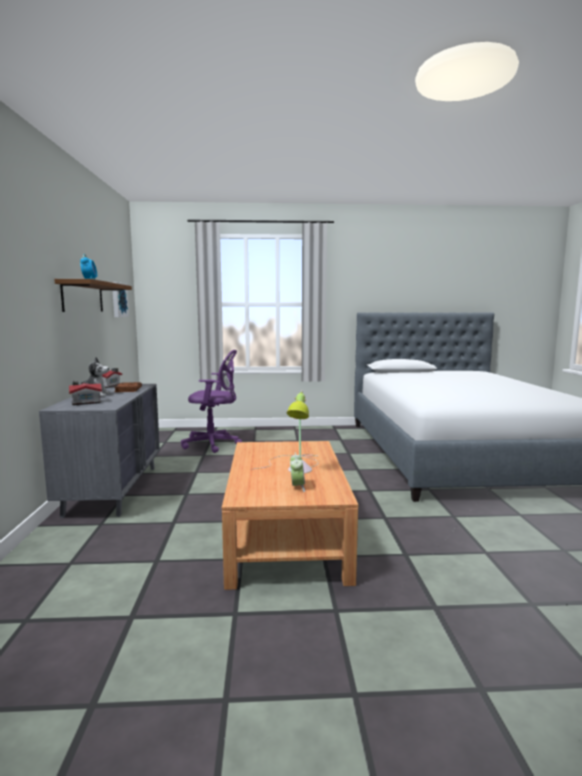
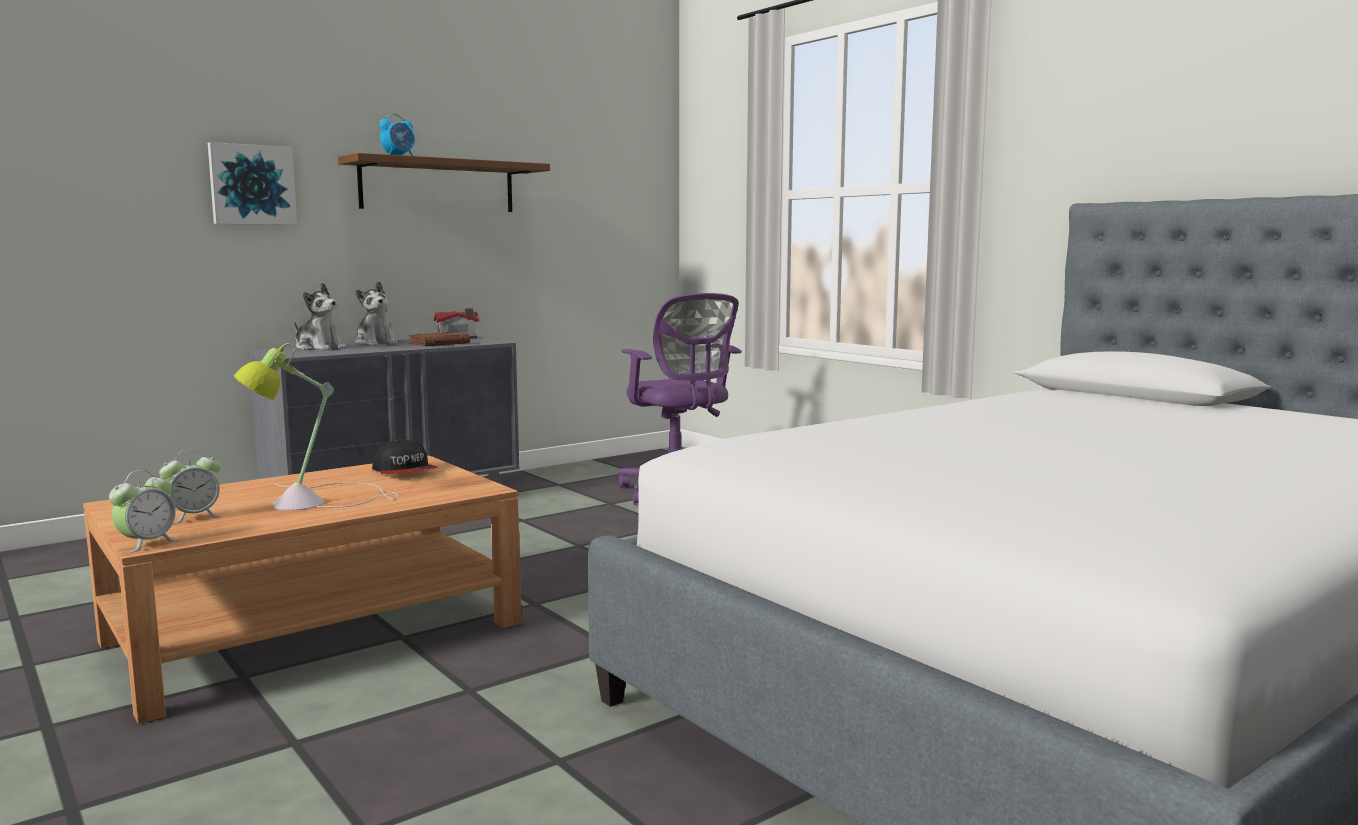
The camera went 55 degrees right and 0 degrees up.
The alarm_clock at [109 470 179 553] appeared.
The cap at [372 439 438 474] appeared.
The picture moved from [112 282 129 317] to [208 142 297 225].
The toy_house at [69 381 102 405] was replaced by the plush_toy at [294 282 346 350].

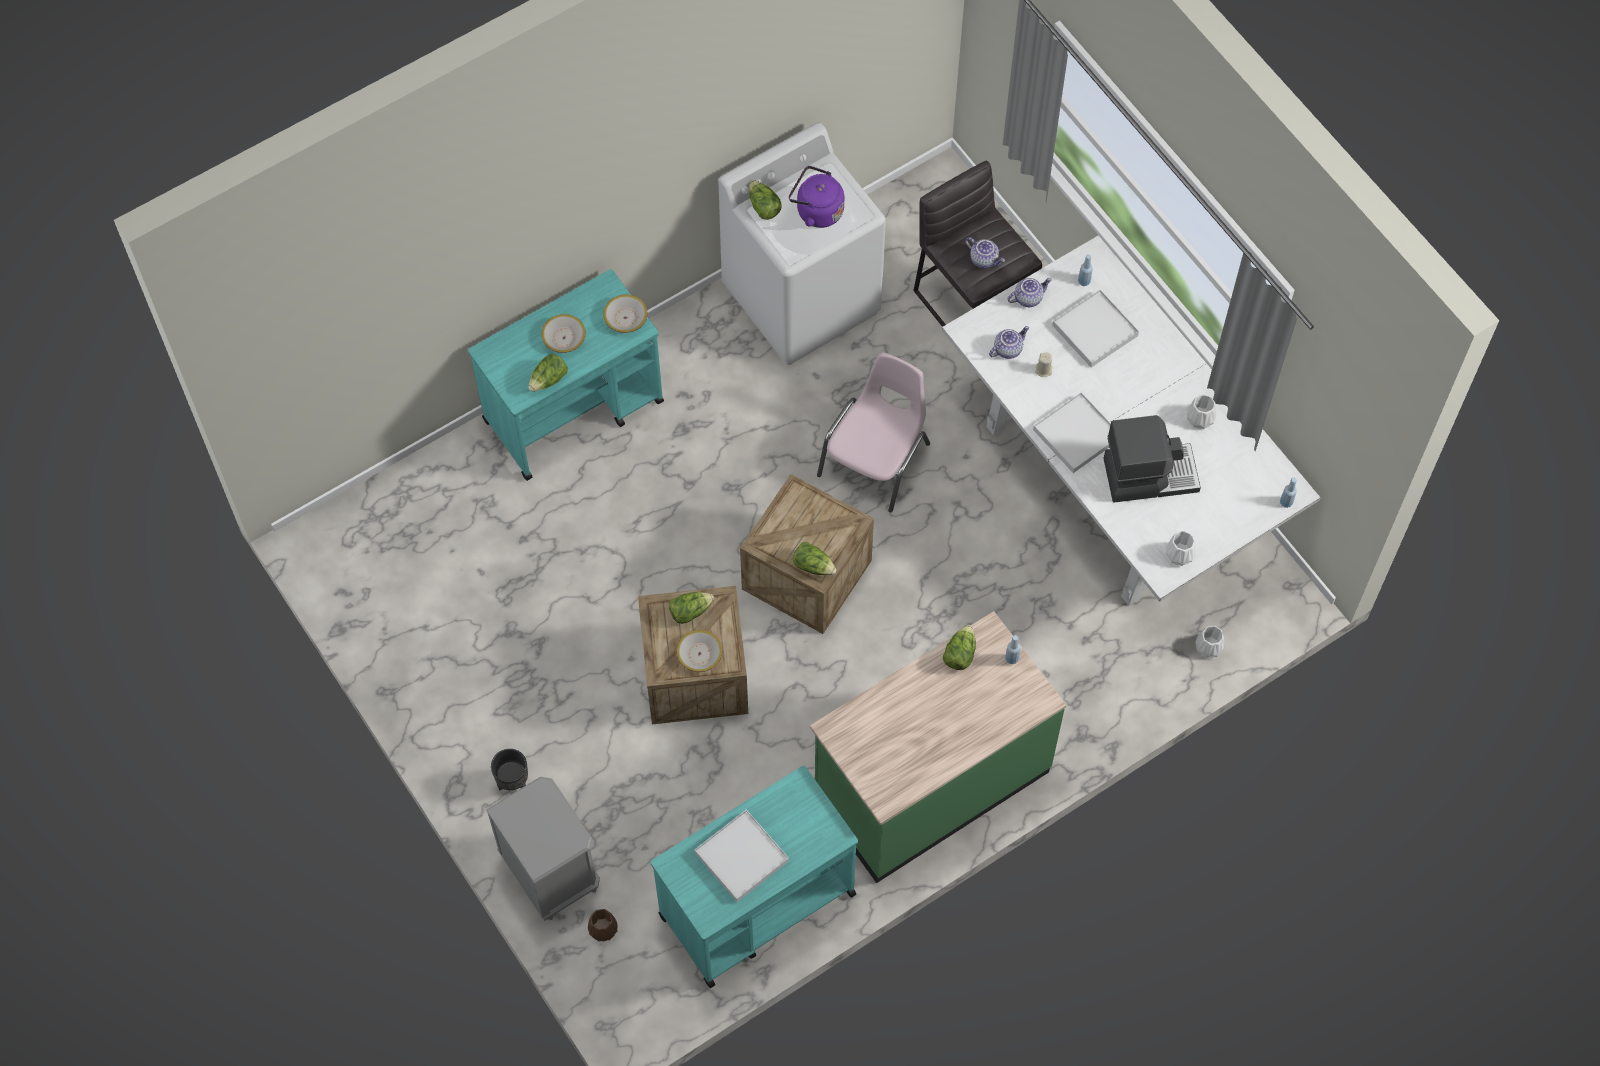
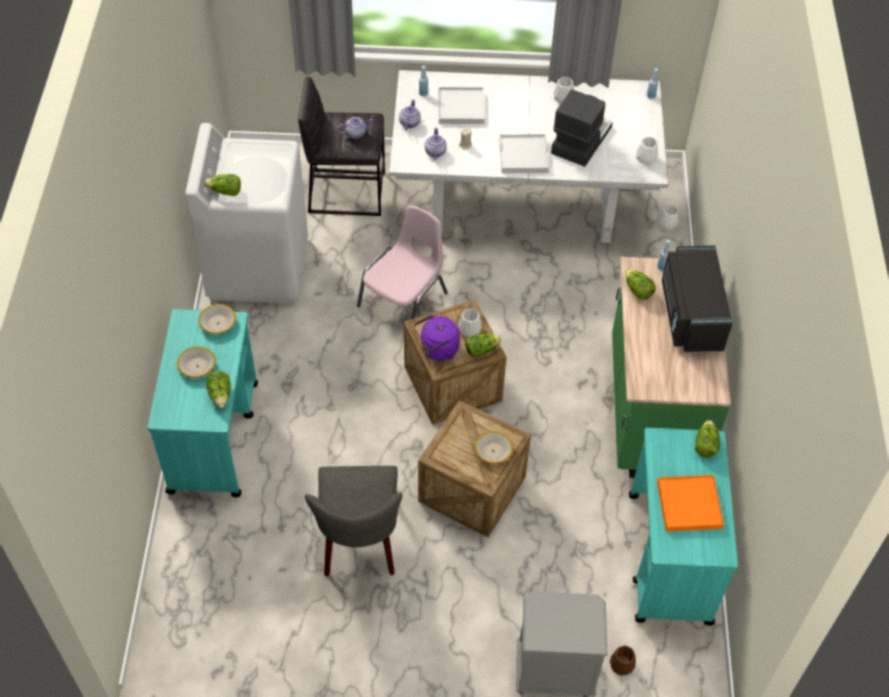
The camera went 55 degrees left and 10 degrees down.
The black_planter at [491 749 528 791] disappeared.
The grey_chair at [305 466 402 577] appeared.
The white_vase at [458 309 482 337] appeared.
The black_microwave at [662 246 732 353] appeared.
The lettuce moved from [669 592 714 624] to [695 420 720 457].
The purple_kettle moved from [789 166 844 228] to [414 315 460 361].
The white_tray at [695 809 789 902] became the orange_tray at [657 475 724 531].
The pink_chair at [817 352 930 512] turned 60 degrees clockwise.

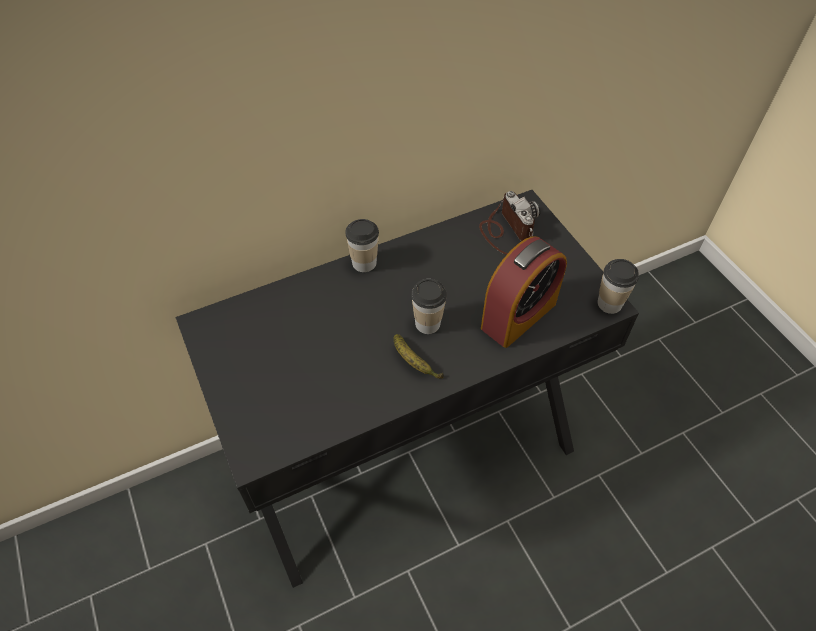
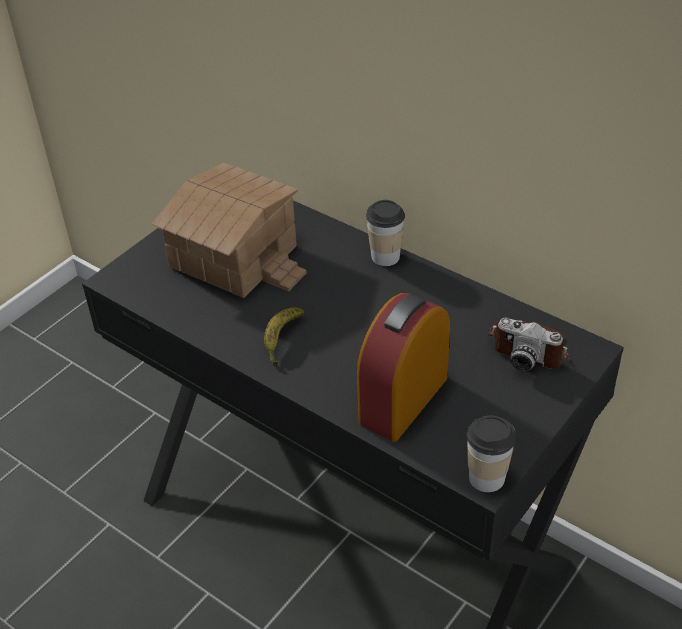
The camera went 65 degrees right and 10 degrees down.
The cup at [411 279 447 334] disappeared.
The toy_house at [152 163 307 298] appeared.
The photo_camera at [479 191 540 255] turned 75 degrees clockwise.
The alarm_clock at [481 236 567 348] turned 105 degrees clockwise.

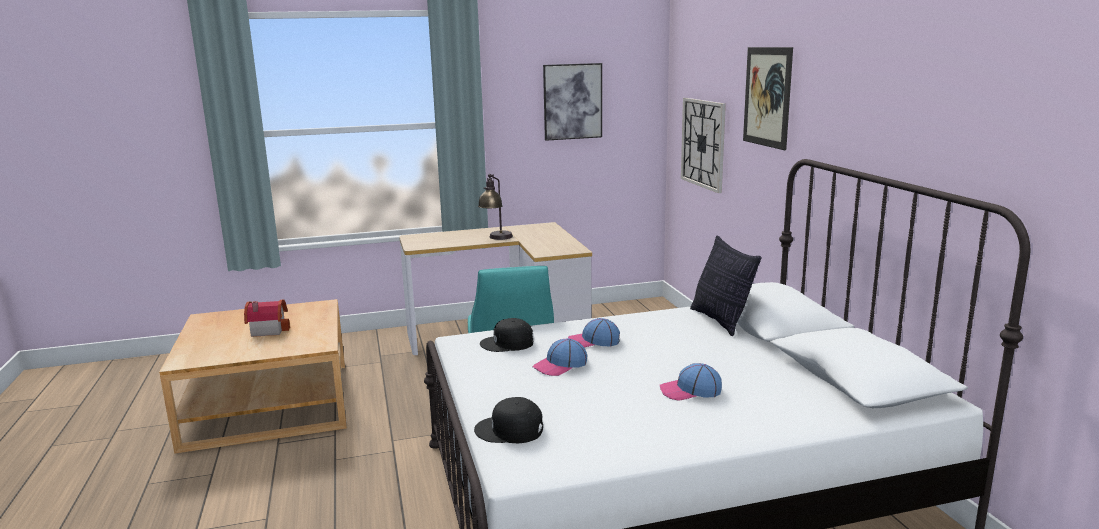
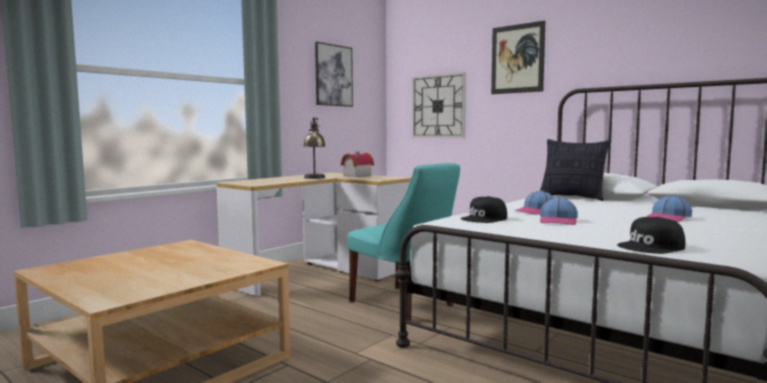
The camera went 35 degrees left and 10 degrees down.
The toy_house moved from [244 299 290 337] to [341 152 374 177].

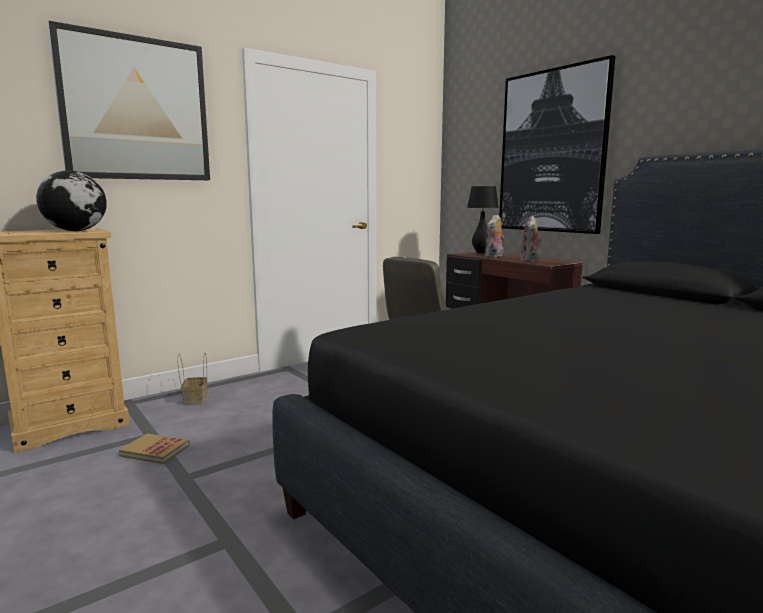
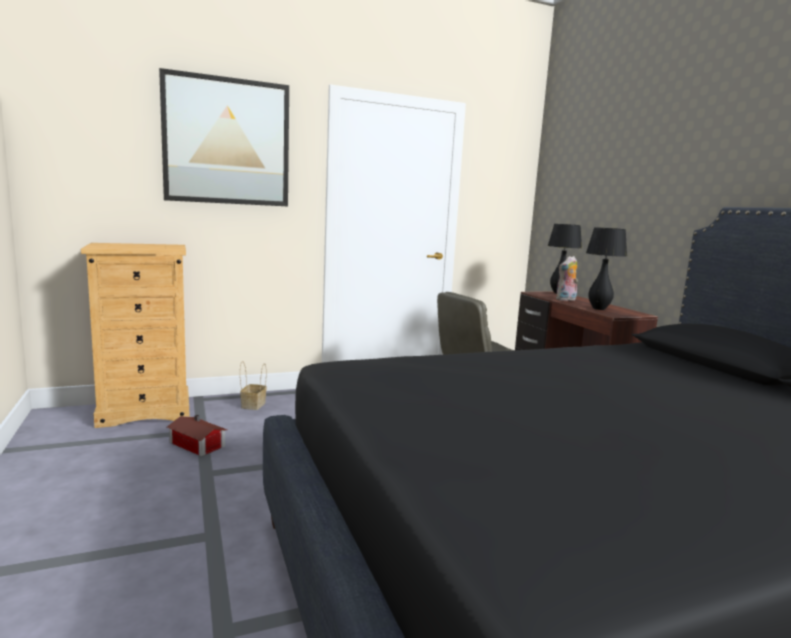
The camera went 15 degrees right and 0 degrees up.
The globe at [36 170 107 231] disappeared.
The picture at [499 55 615 234] disappeared.
The book at [119 433 189 464] was replaced by the toy_house at [167 415 227 457].
The plush_toy at [520 216 542 262] was replaced by the black_table_lamp at [586 227 627 310].

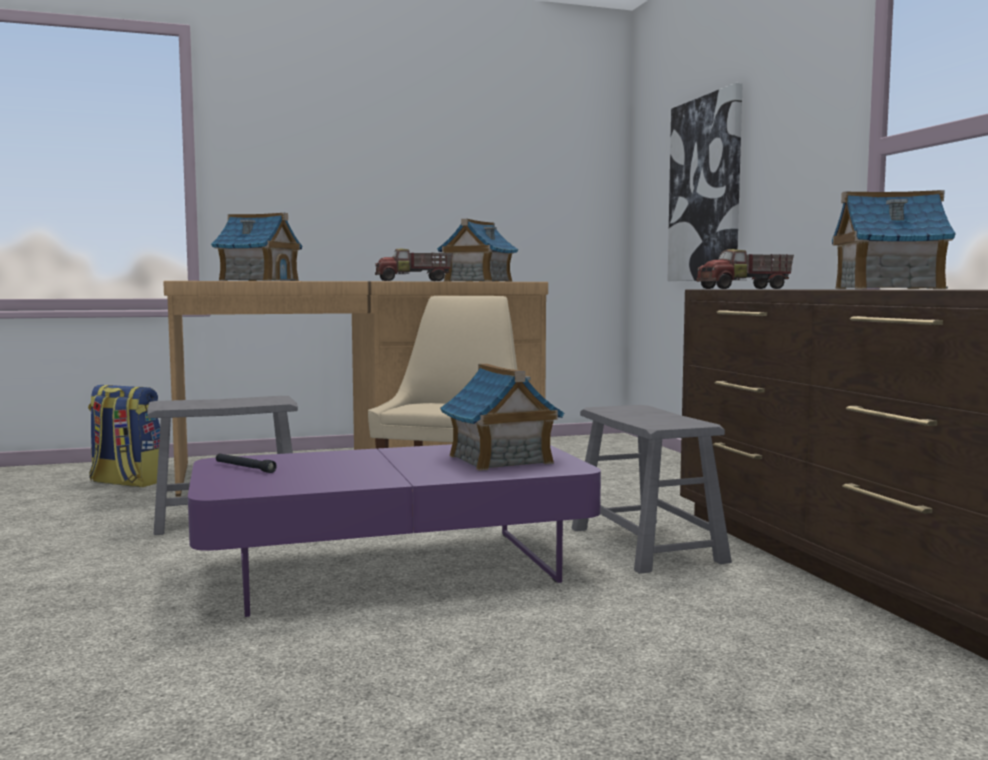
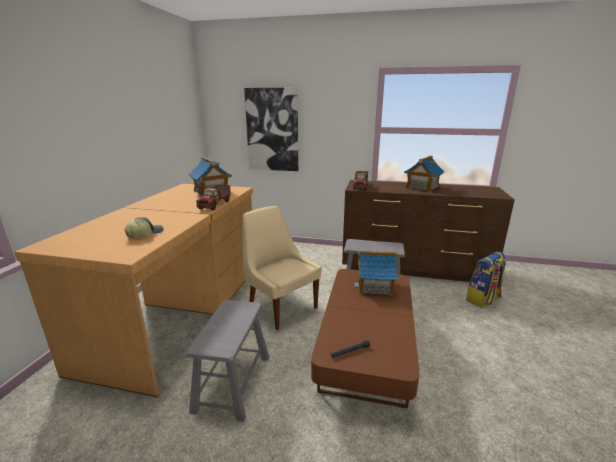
The camera went 60 degrees left and 15 degrees up.
The backpack moved from [88 385 160 487] to [466 251 506 308].
The toy_house at [211 213 302 281] was replaced by the cap at [124 217 164 239].
The purple_coffee_table at [188 444 601 617] became the brown_coffee_table at [311 269 420 408].

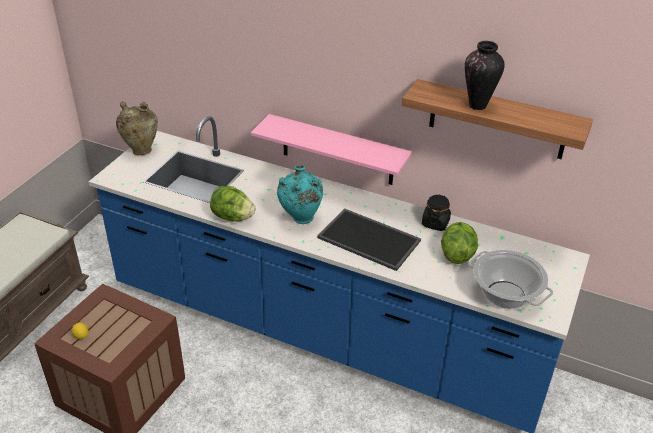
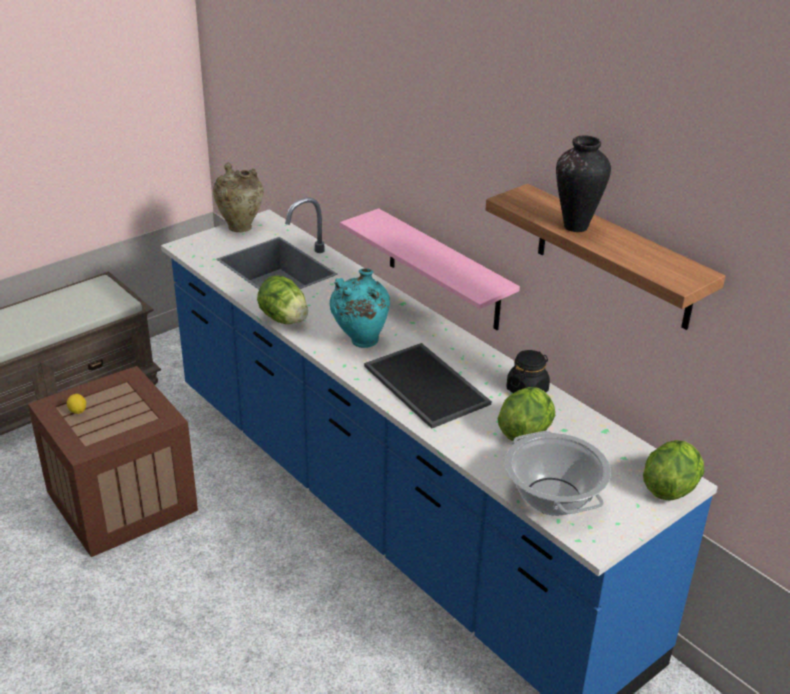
The camera went 25 degrees right and 5 degrees down.
The lettuce at [643 440 704 501] appeared.

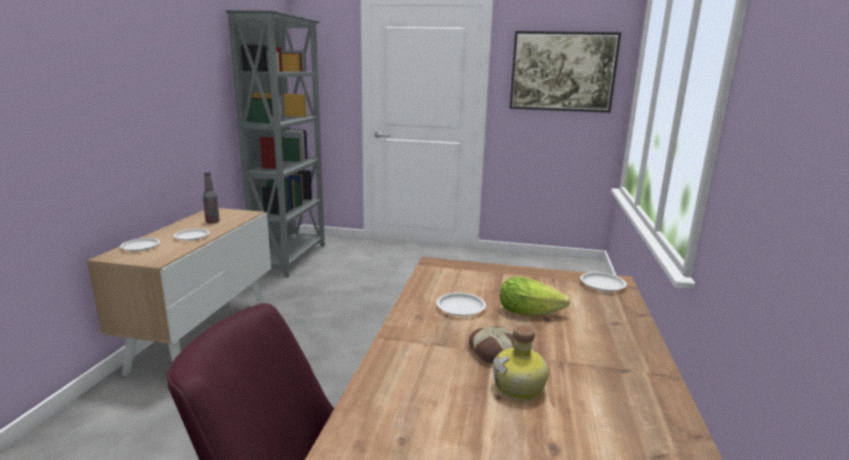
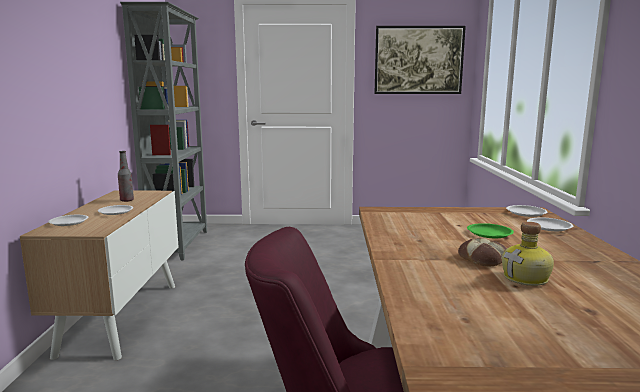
The camera went 10 degrees left and 5 degrees down.
The white_plate moved from [436 293 486 316] to [527 217 573 231].
The lettuce at [500 276 570 316] was replaced by the green_plate at [467 223 514 238].

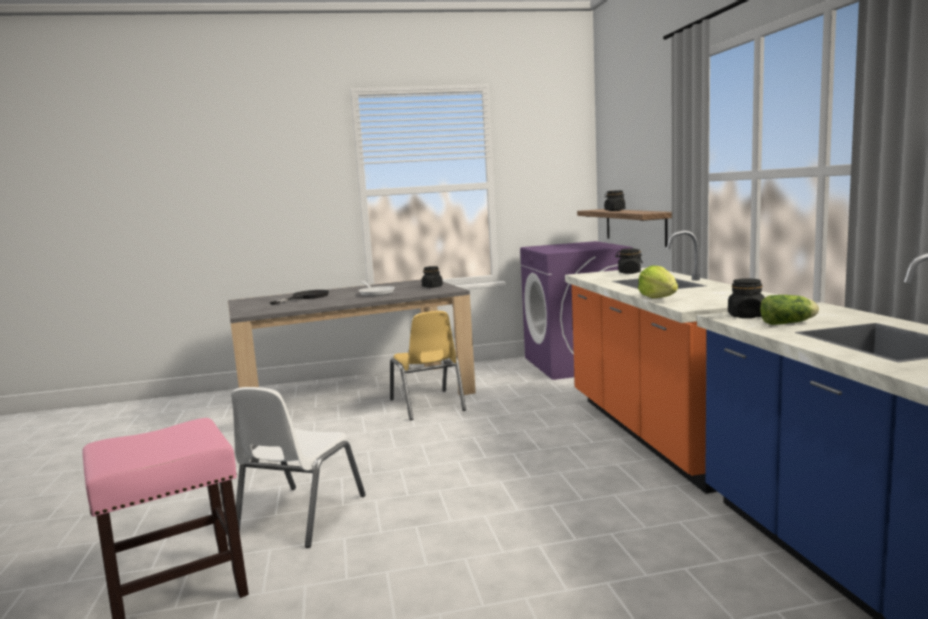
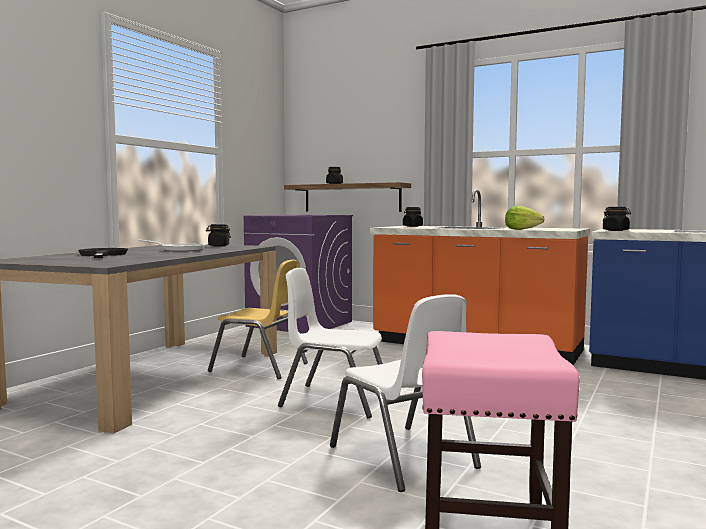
The camera went 50 degrees left and 5 degrees down.
The lettuce at [760 295 819 325] disappeared.
The white_chair at [278 268 383 418] appeared.

